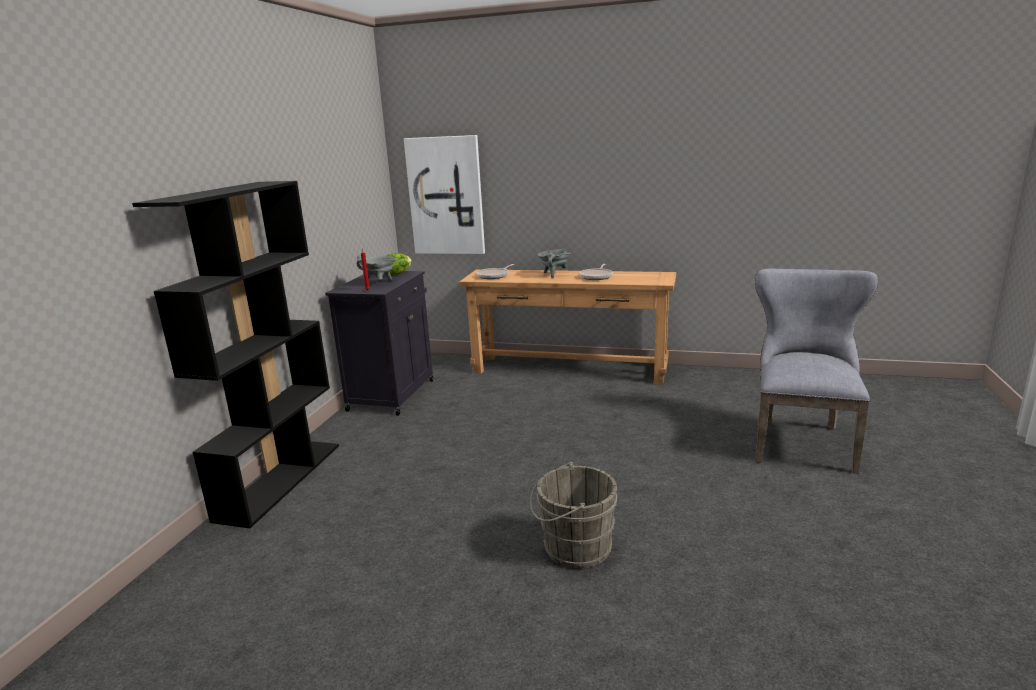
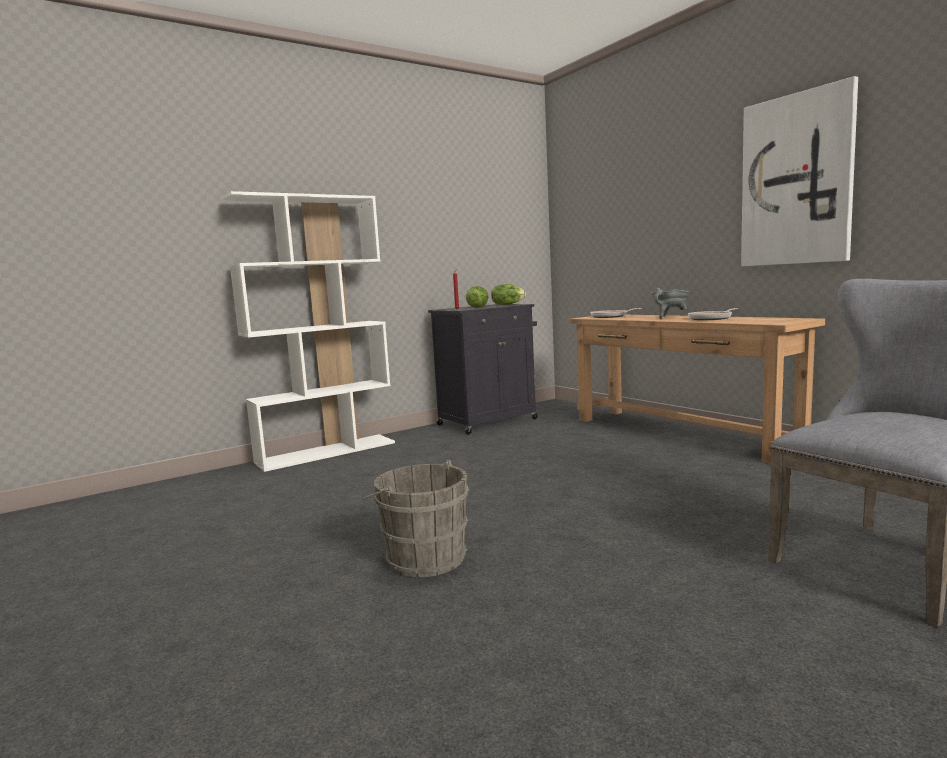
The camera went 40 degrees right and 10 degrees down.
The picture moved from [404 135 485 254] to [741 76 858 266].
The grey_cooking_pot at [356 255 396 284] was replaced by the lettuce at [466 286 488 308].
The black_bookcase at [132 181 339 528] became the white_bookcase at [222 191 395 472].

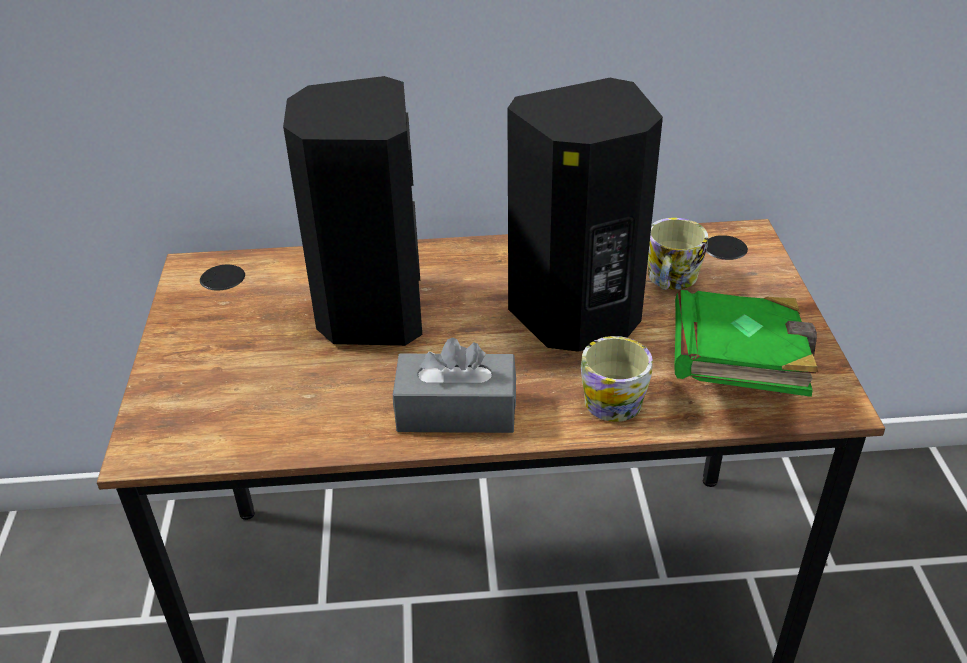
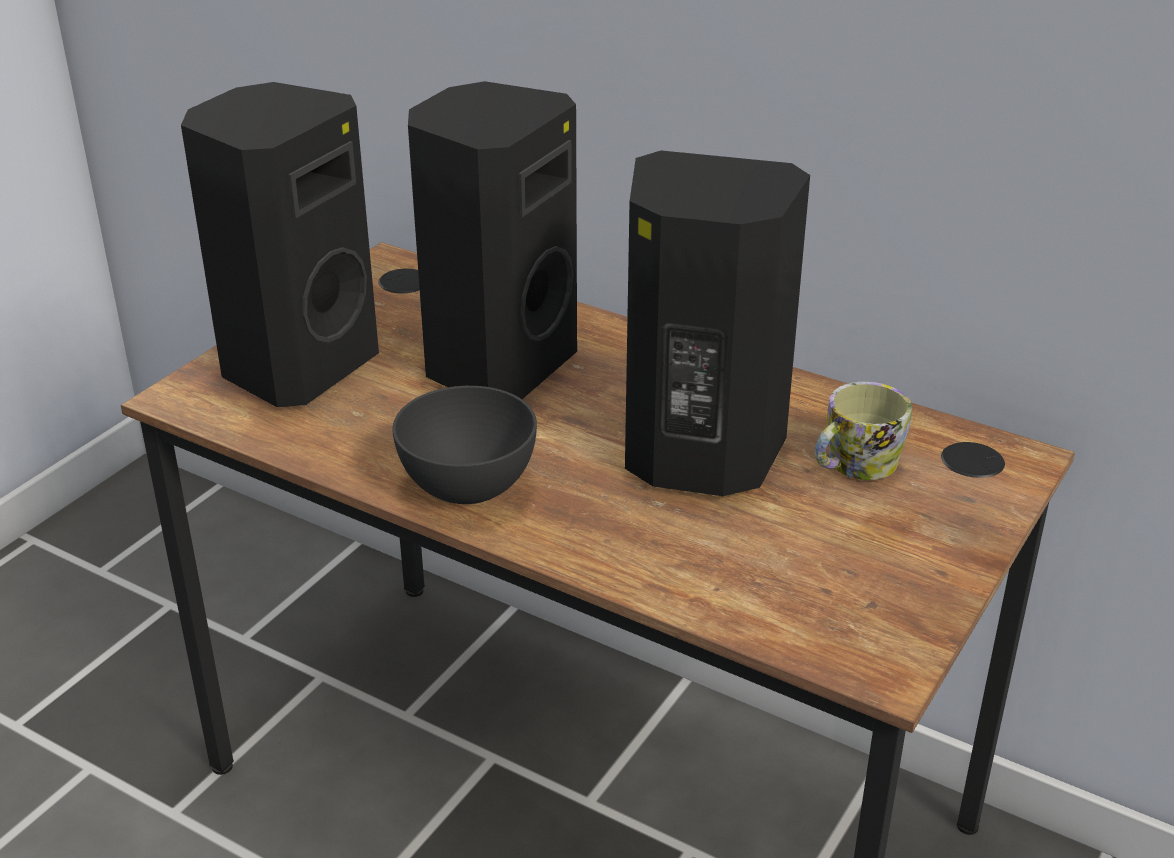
The camera went 35 degrees right and 5 degrees down.
The mug at [581 336 653 422] disappeared.
The green_book at [675 290 818 397] disappeared.
The black_speaker at [181 82 379 407] appeared.
The grey_tissue_box at [393 338 516 433] was replaced by the grey_bowl at [392 386 537 504].

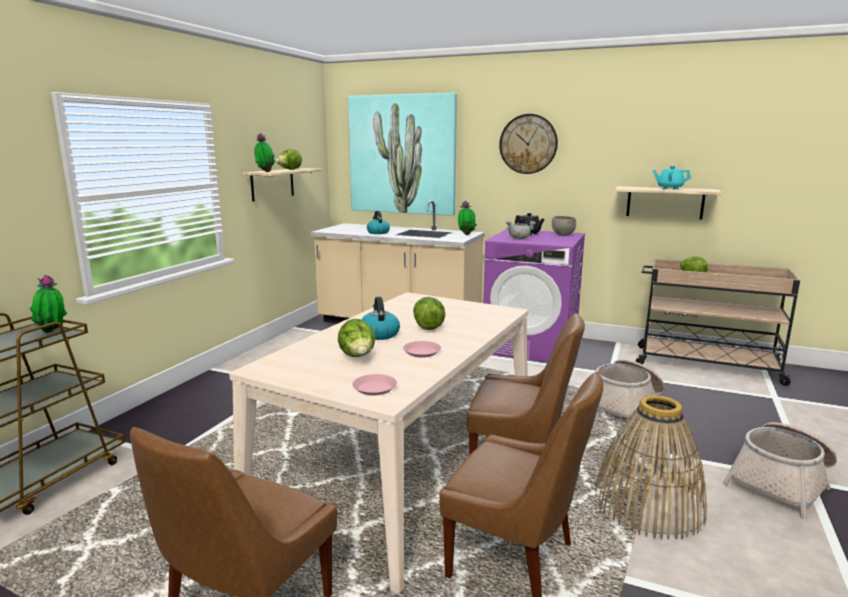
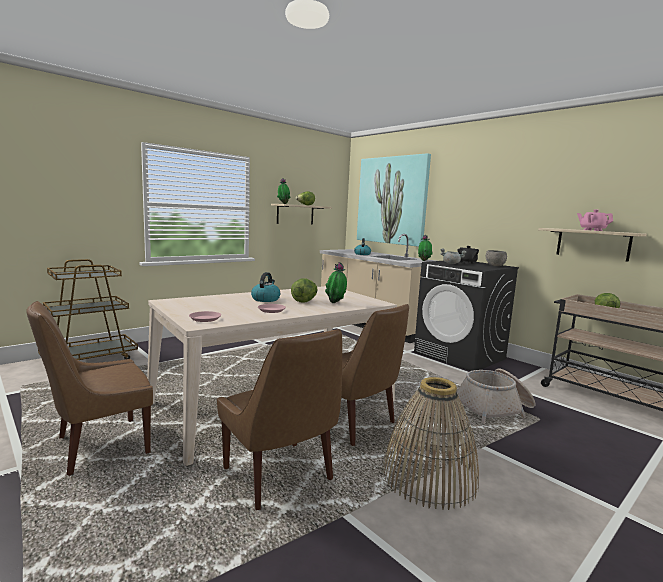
The camera went 25 degrees right and 5 degrees down.
The lettuce at [338 319 375 357] disappeared.
The wall_clock at [499 114 558 174] disappeared.
The basket at [722 422 837 518] disappeared.
The potted_plant moved from [30 275 67 333] to [325 262 347 303].
The purple_washing_machine at [483 229 585 362] became the black_washing_machine at [414 261 519 371].
The turquoise_teapot at [652 166 691 190] became the pink_teapot at [577 210 613 231].

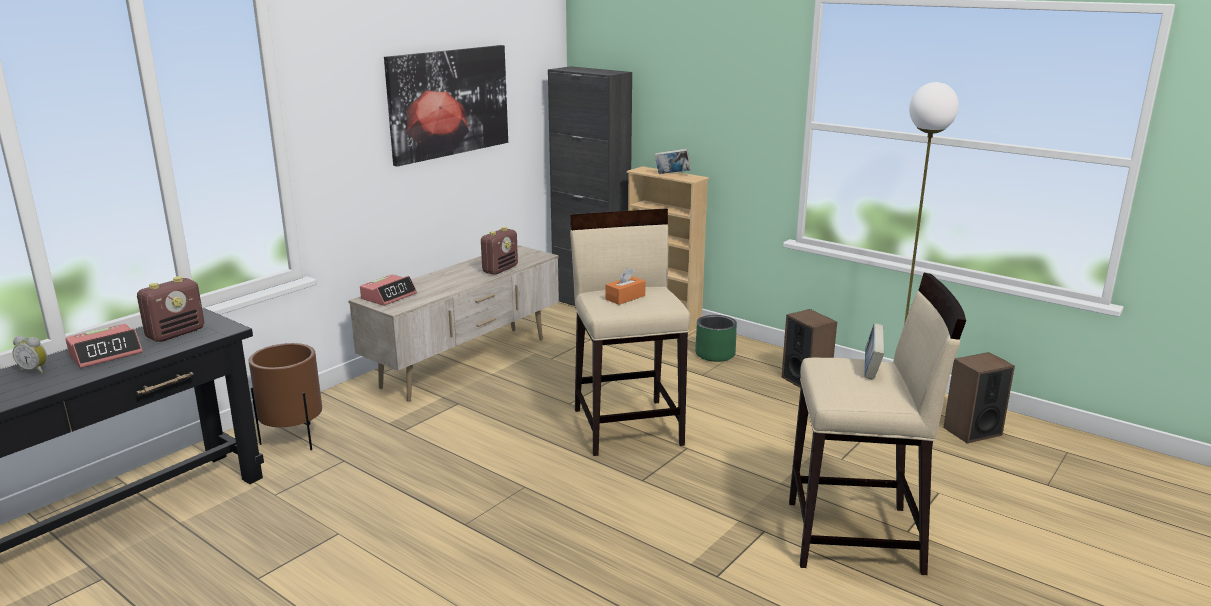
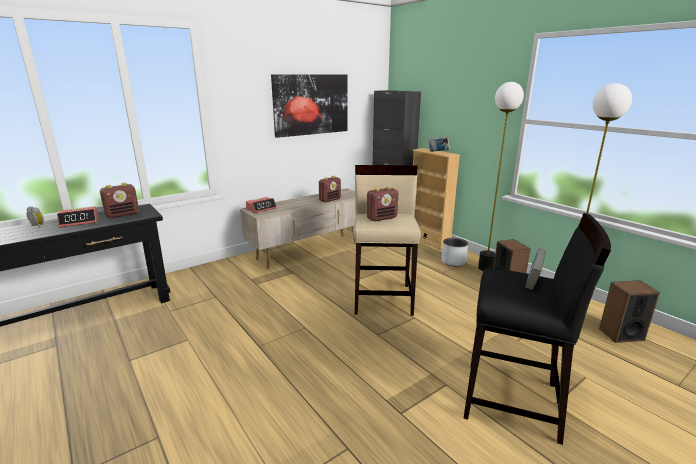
The camera went 15 degrees right and 0 degrees up.
The brown_planter at [249 343 322 450] disappeared.
The floor_lamp at [478 82 524 271] appeared.
The orange_tissue_box at [605 268 646 305] was replaced by the radio at [367 186 398 221].
The green_planter at [695 315 737 362] became the grey_planter at [441 238 468 266].
The beige_stool at [789 273 966 575] became the black_stool at [464 213 611 445].

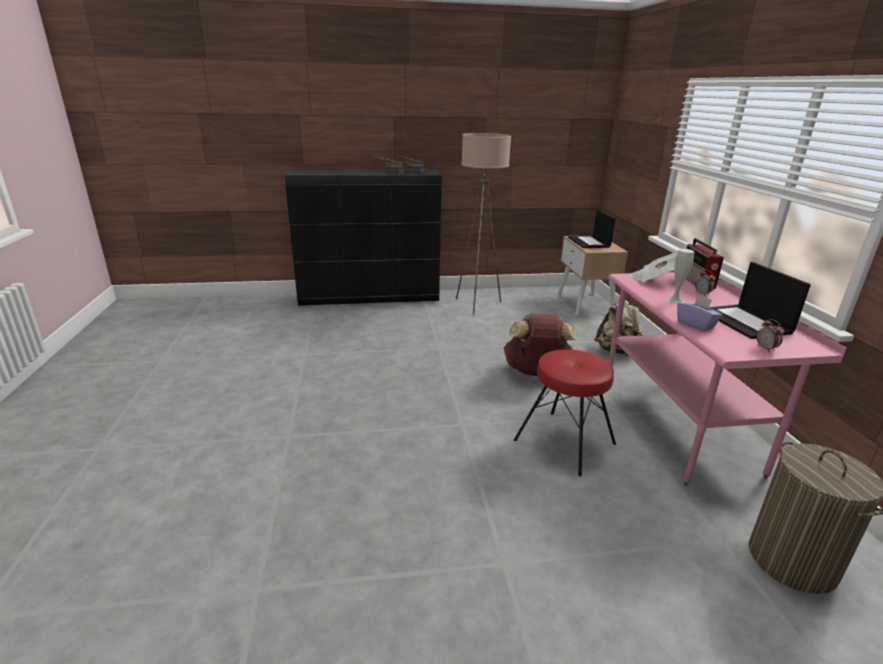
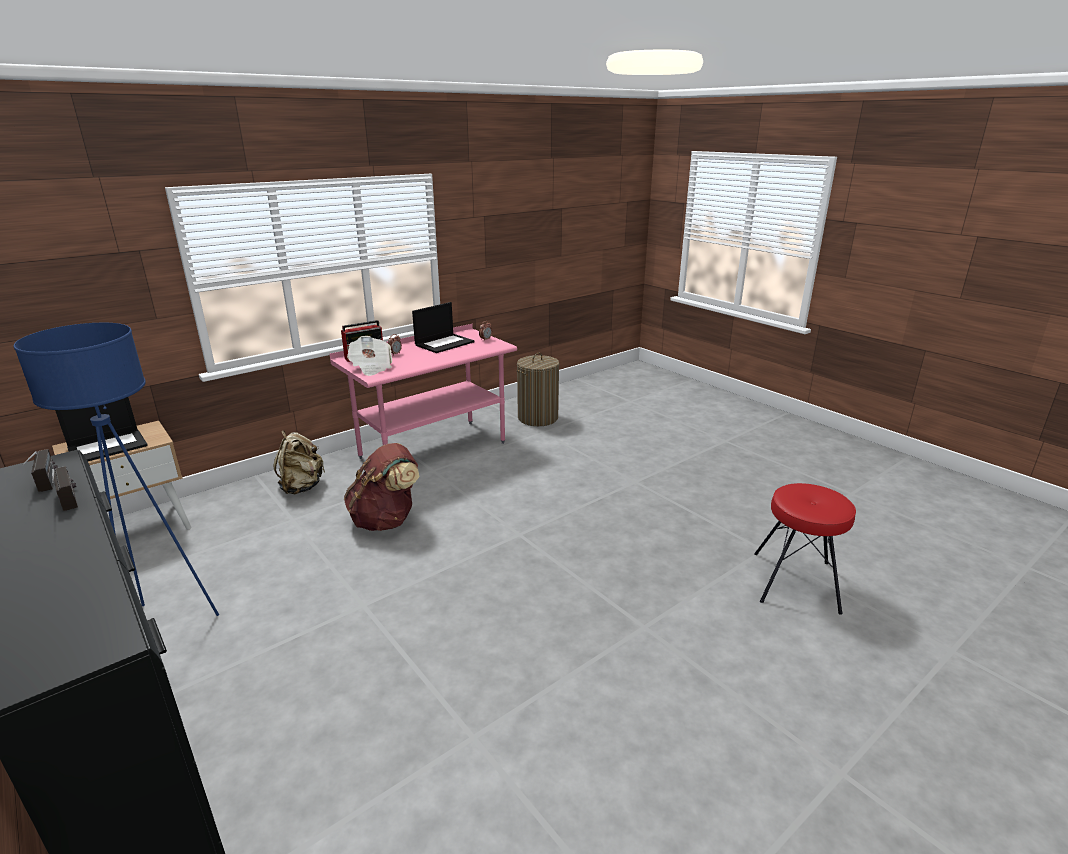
The camera went 120 degrees left and 0 degrees up.
The white_vase at [666 249 694 304] disappeared.
The purple_tissue_box at [677 295 723 331] disappeared.
The red_stool moved from [514 350 616 476] to [754 483 856 615].
The beige_floor_lamp at [456 133 511 315] became the blue_floor_lamp at [14 323 219 616].

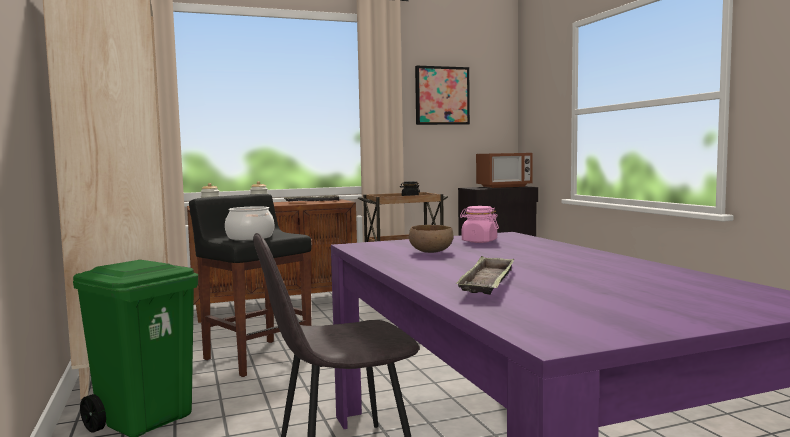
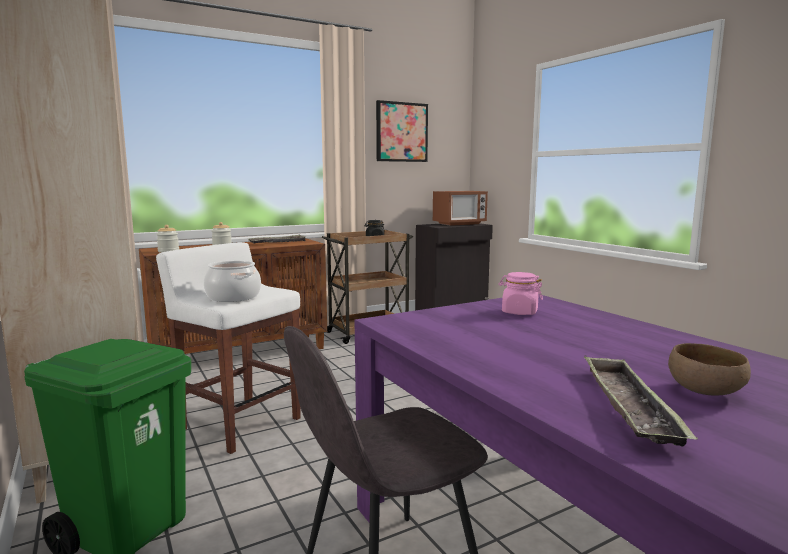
The camera went 10 degrees left and 5 degrees up.
The brown_bowl moved from [409 225 453 253] to [668 343 751 396].
The black_stool at [189 194 312 377] became the white_stool at [156 242 301 454].

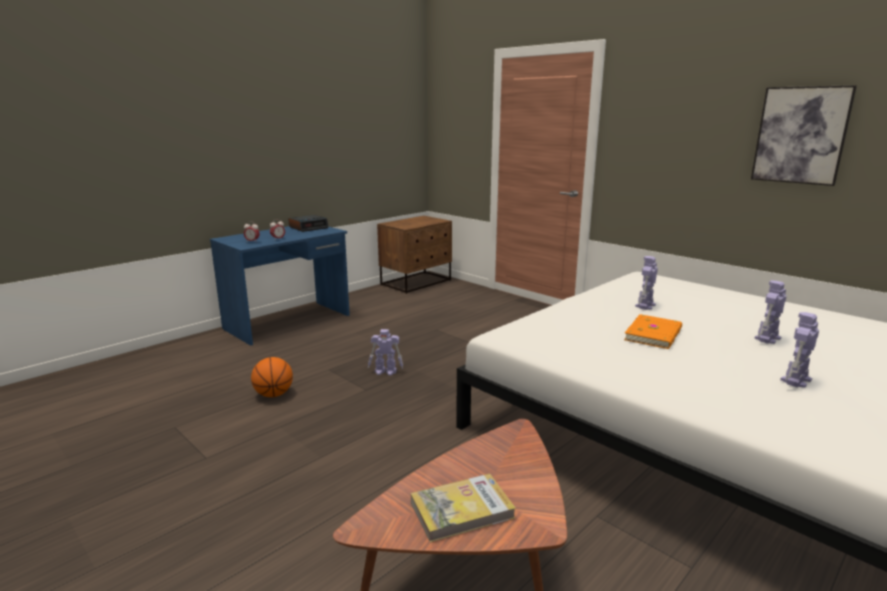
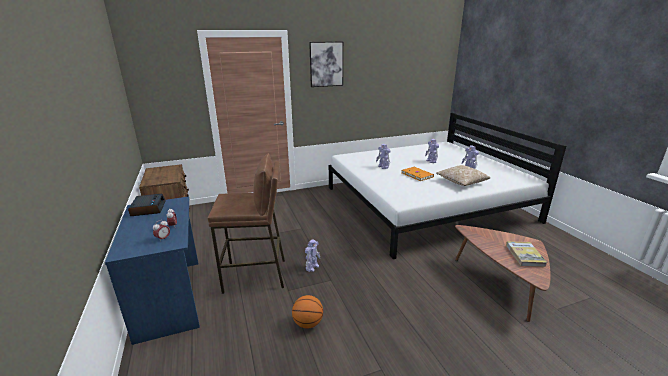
The camera went 65 degrees left and 5 degrees up.
The brown_stool at [208 154 285 294] appeared.
The pillow at [436 165 490 186] appeared.
The picture moved from [751 85 857 186] to [309 42 343 87].

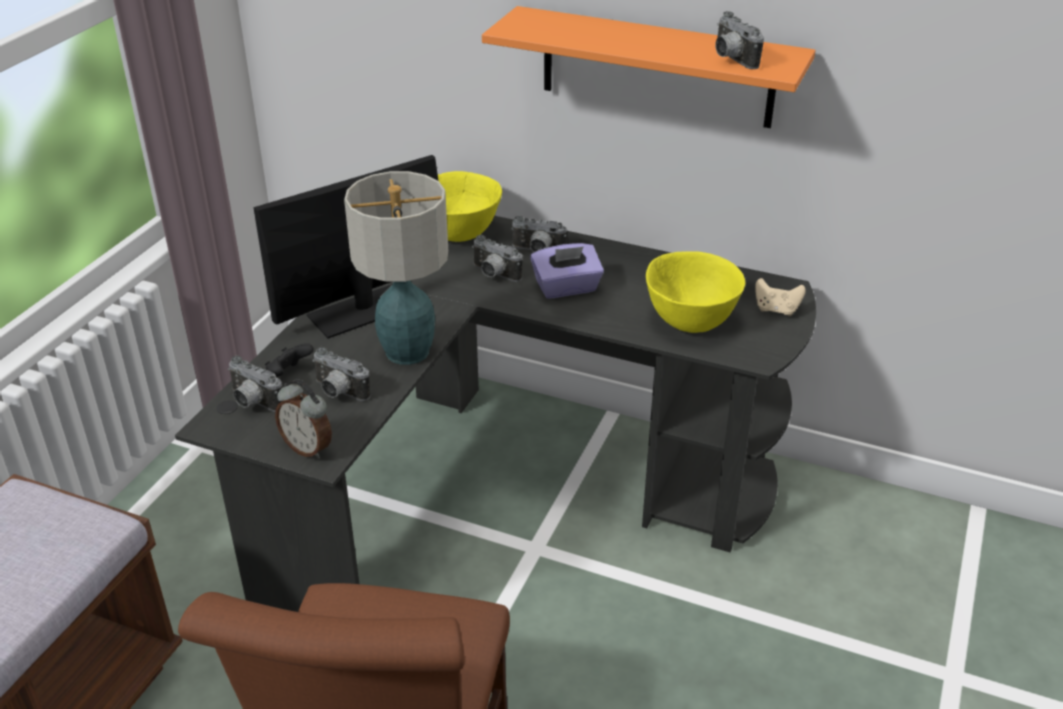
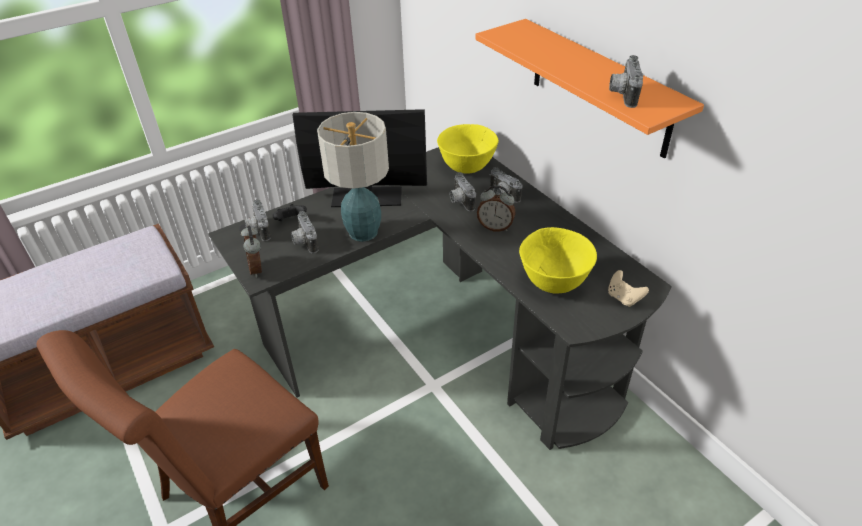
The camera went 35 degrees right and 5 degrees up.
The purple_tissue_box at [530 243 604 299] was replaced by the alarm_clock at [477 185 516 232].

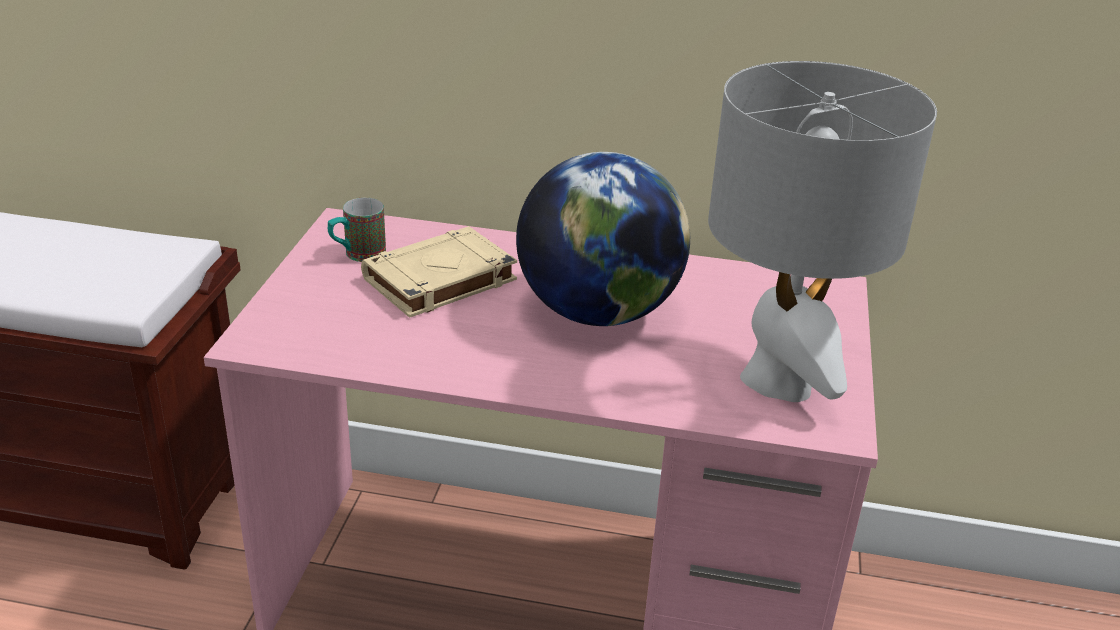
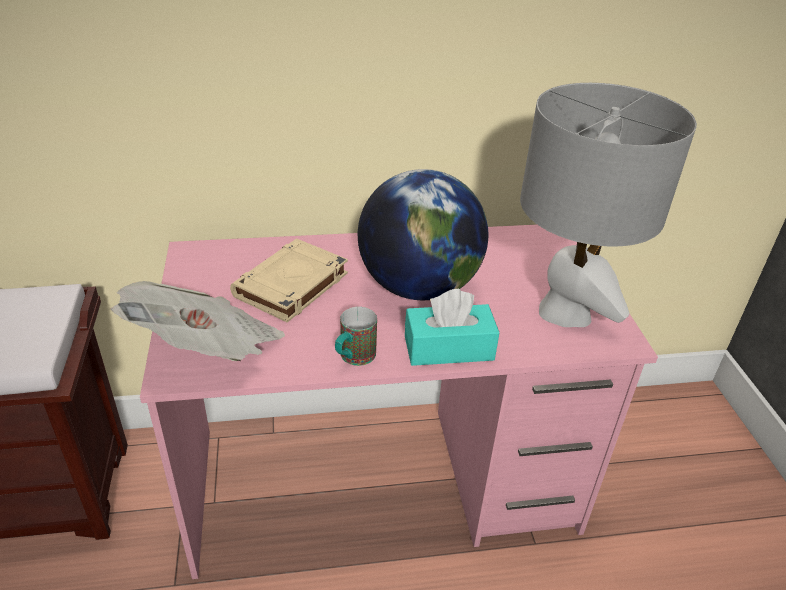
The camera went 20 degrees left and 5 degrees up.
The newspaper at [111 281 285 361] appeared.
The turquoise_tissue_box at [405 289 499 366] appeared.
The mug moved from [328 198 386 262] to [335 307 377 366].

